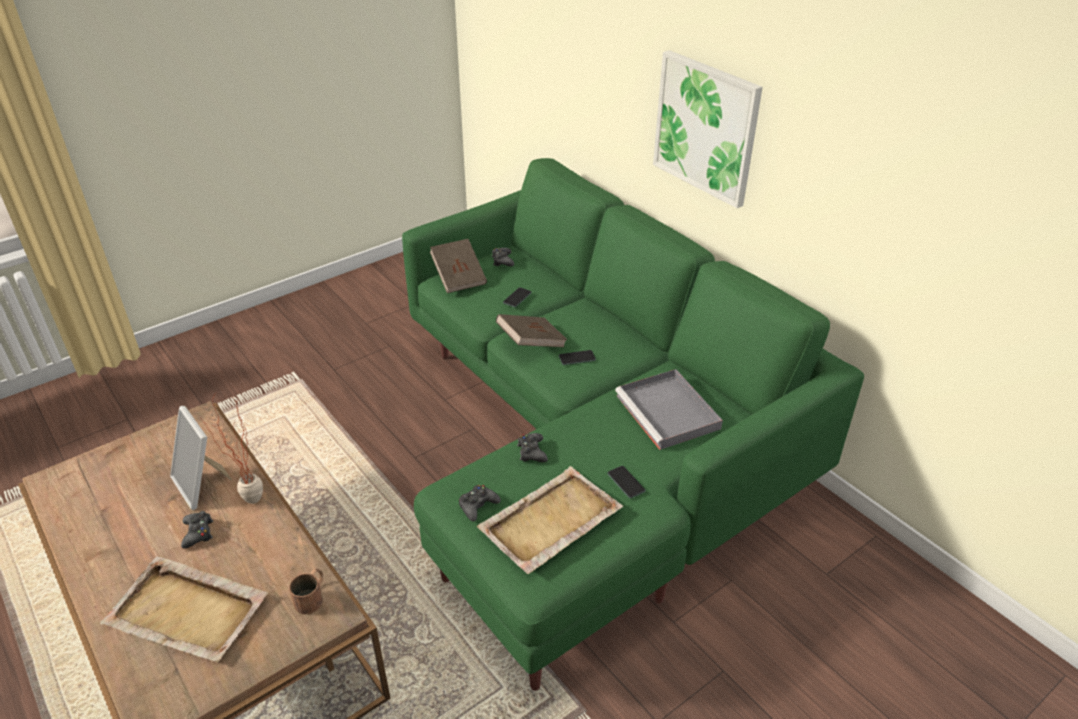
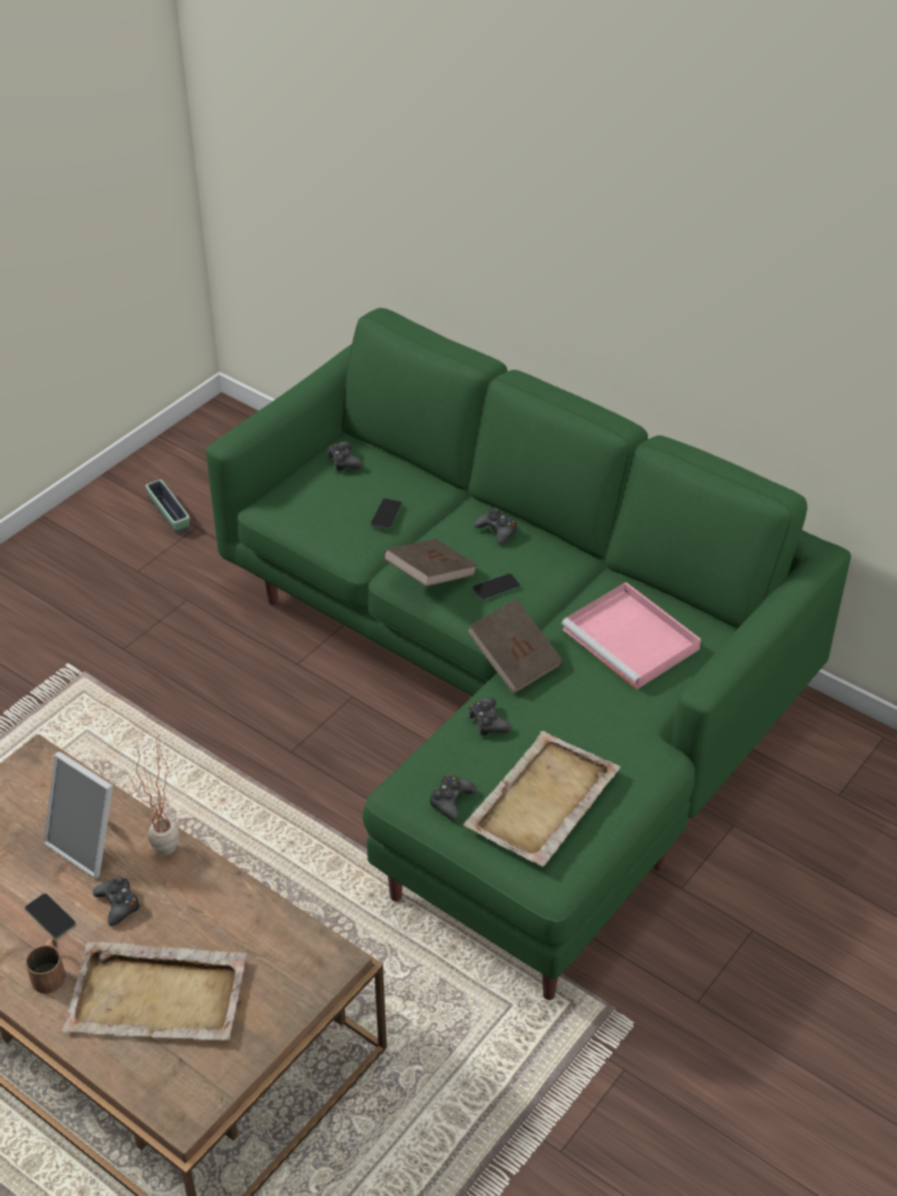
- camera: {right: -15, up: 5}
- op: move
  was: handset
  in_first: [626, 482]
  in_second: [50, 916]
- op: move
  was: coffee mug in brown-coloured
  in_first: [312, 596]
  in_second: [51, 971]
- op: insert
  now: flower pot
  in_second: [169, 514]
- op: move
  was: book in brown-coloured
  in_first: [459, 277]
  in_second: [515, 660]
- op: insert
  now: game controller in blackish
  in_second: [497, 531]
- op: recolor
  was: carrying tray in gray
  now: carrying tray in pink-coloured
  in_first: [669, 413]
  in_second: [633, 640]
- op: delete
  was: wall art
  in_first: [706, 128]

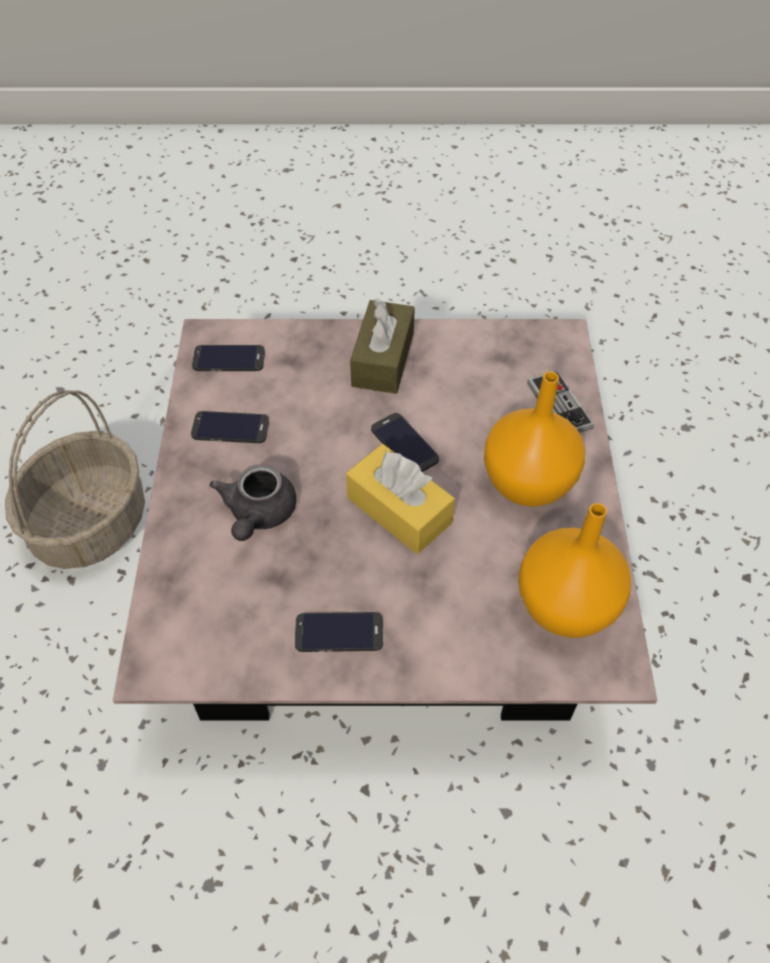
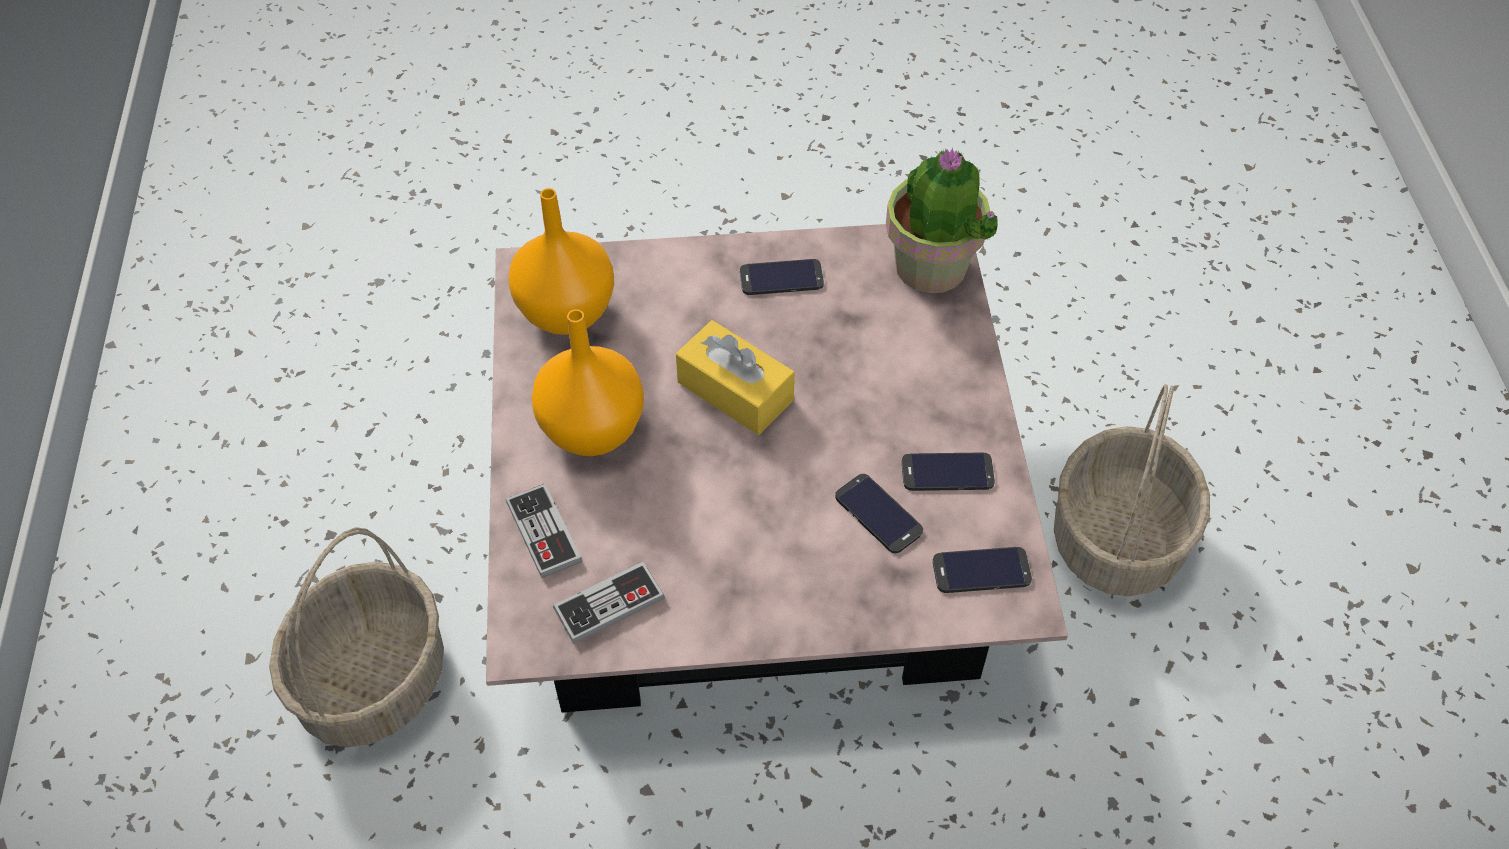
- camera: {right: 175, up: 0}
- op: insert
  now: household basket
  in_second: [373, 682]
- op: insert
  now: game controller
  in_second: [609, 604]
- op: move
  was: handset
  in_first: [404, 444]
  in_second: [878, 514]
- op: insert
  now: potted plant
  in_second: [931, 268]
- op: delete
  was: pot for tea in gray
  in_first: [258, 514]
- op: delete
  was: box of tissues in brown-coloured
  in_first: [383, 359]

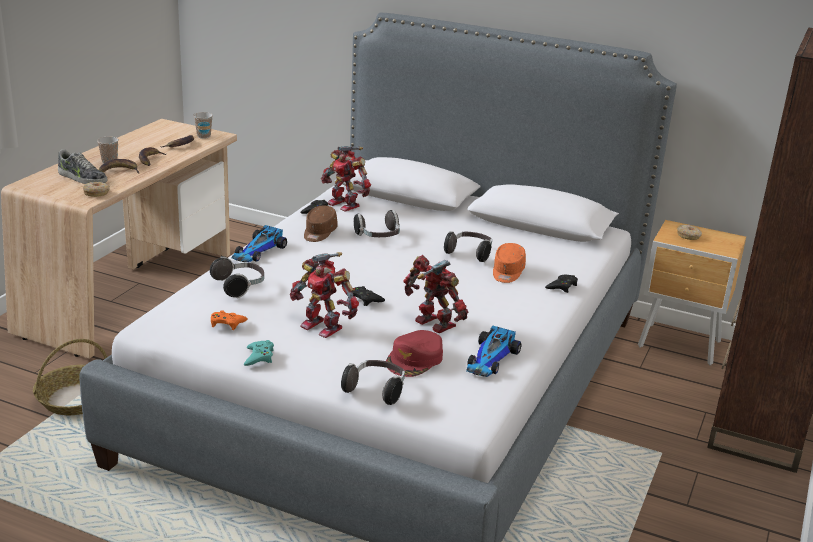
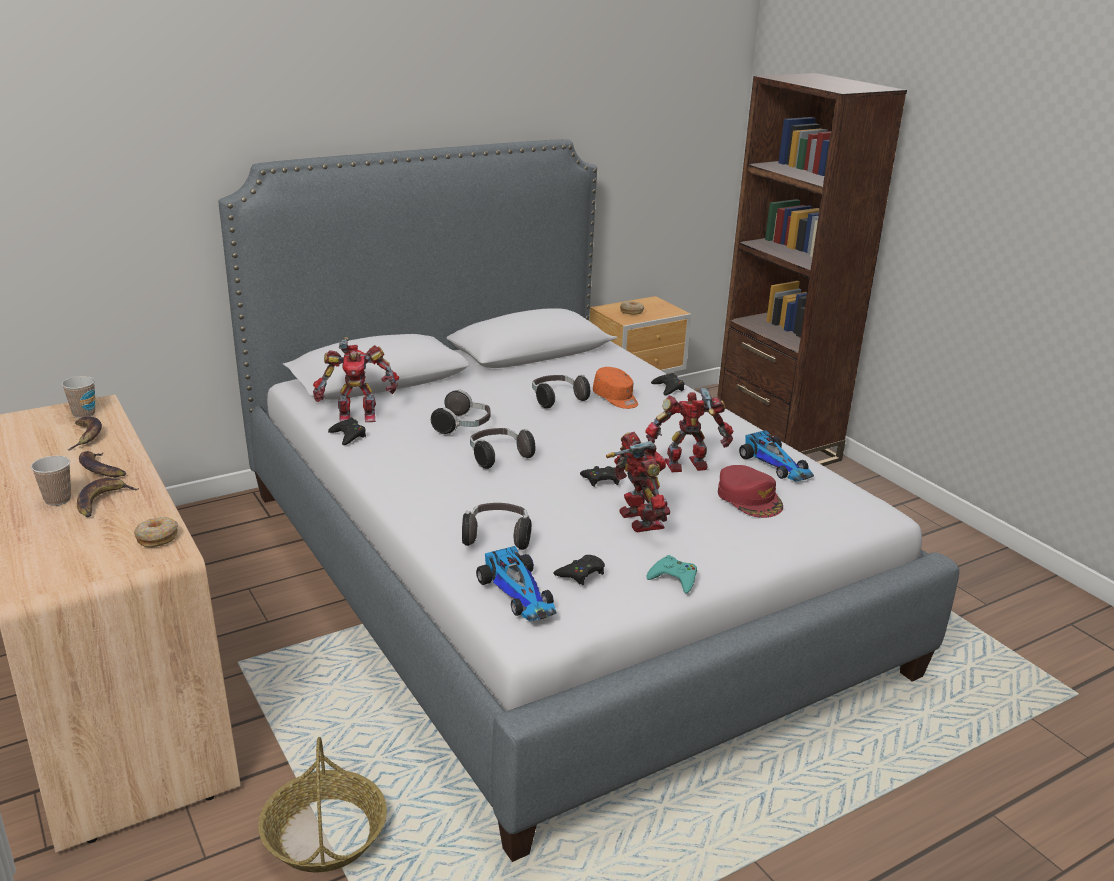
- camera: {right: -55, up: 0}
- op: move
  was: headset
  in_first: [376, 390]
  in_second: [498, 457]
- op: move
  was: miniature car
  in_first: [258, 251]
  in_second: [519, 593]
- op: recolor
  was: game controller in orangey
  now: game controller in blackish
  in_first: [227, 323]
  in_second: [581, 573]
- op: rotate
  was: robot figure
  in_first: [323, 326]
  in_second: [637, 521]
  clockwise: -90
- op: delete
  was: shoe
  in_first: [82, 178]
- op: delete
  was: baseball cap in brown-coloured
  in_first: [319, 233]

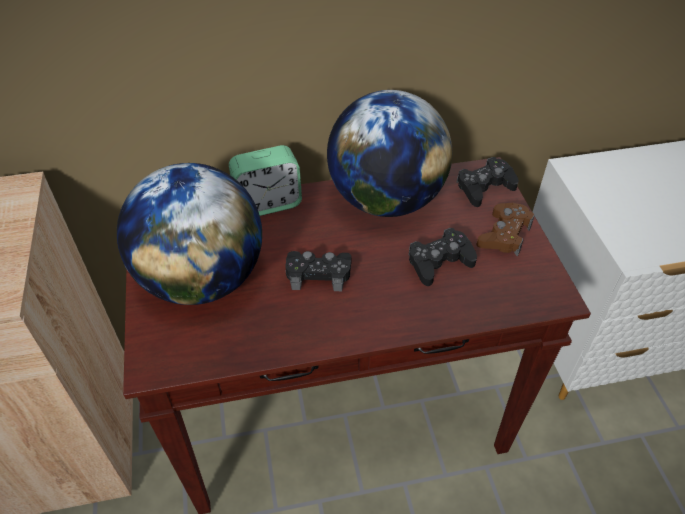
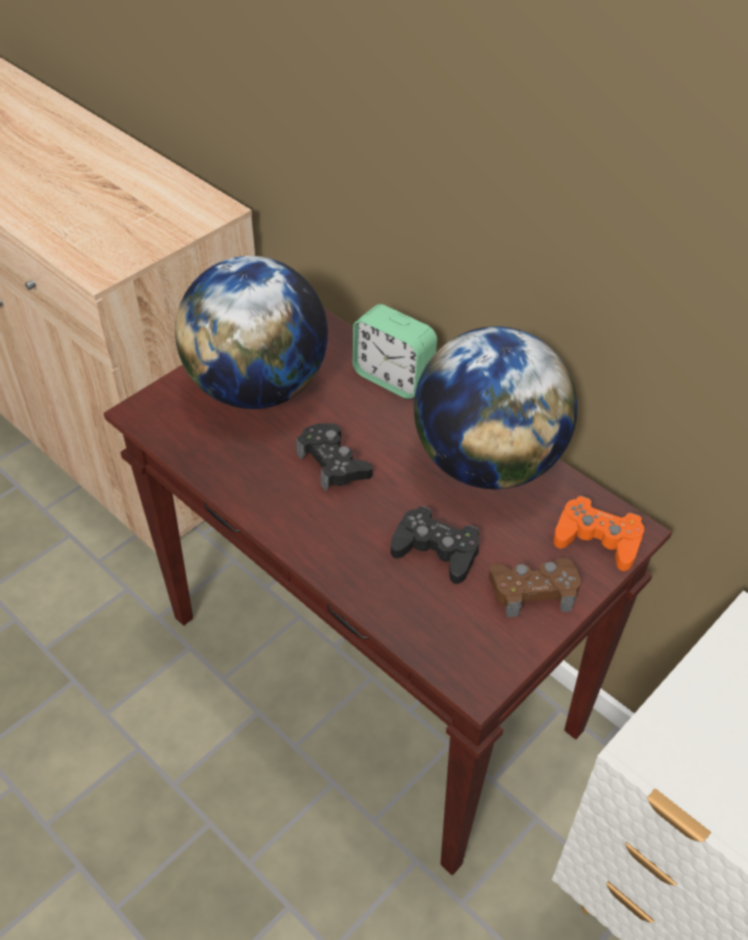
- camera: {right: 55, up: 0}
- op: recolor
  was: game controller in blackish
  now: game controller in orangey
  in_first: [484, 187]
  in_second: [597, 539]

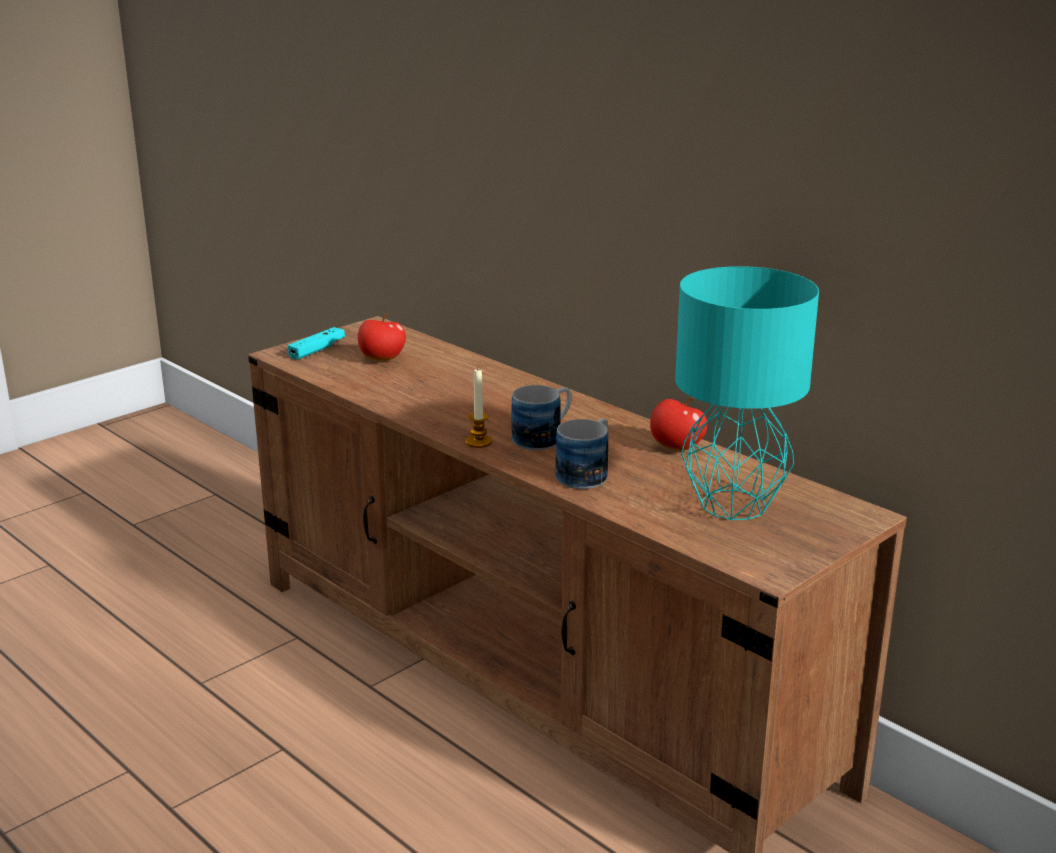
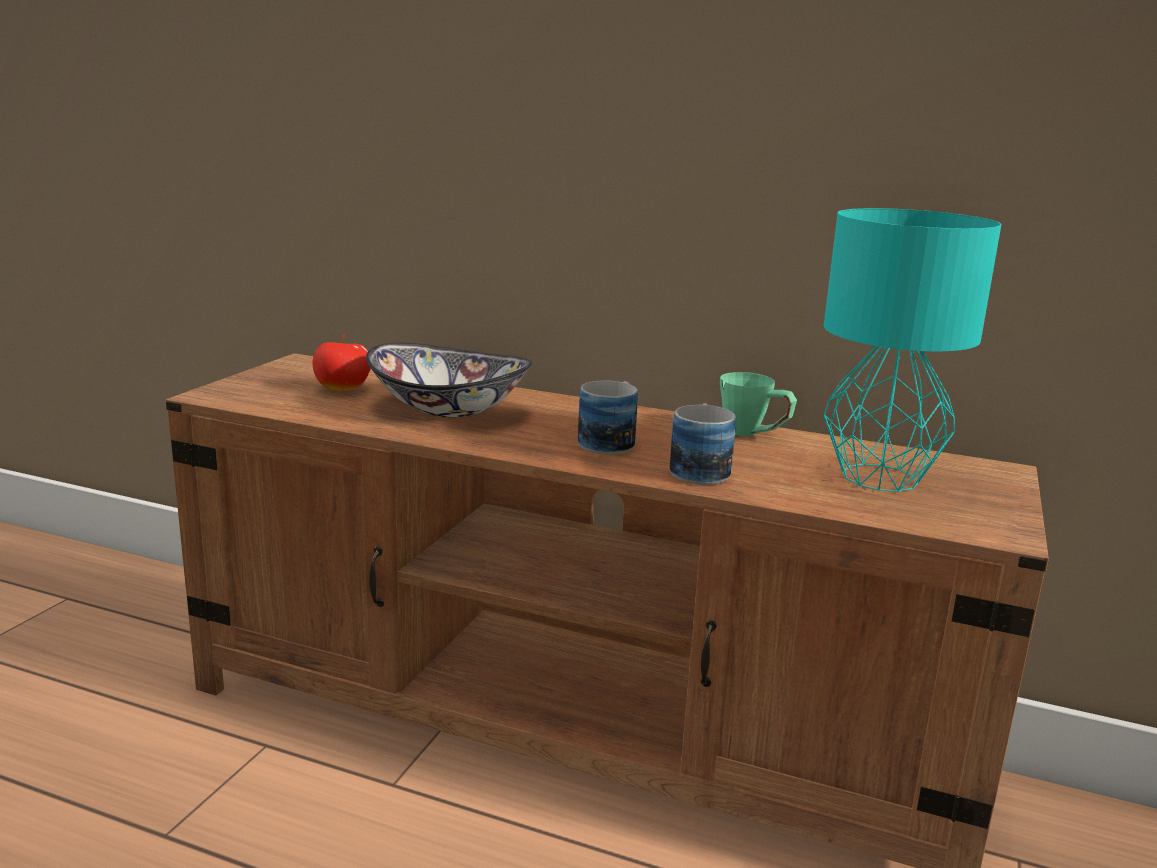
- camera: {right: -25, up: -5}
- op: insert
  now: deep dish
  in_second: [448, 410]
- op: replace
  was: apple
  now: coffee mug in green-coloured
  in_first: [676, 447]
  in_second: [754, 434]
- op: delete
  was: game controller in blue-green
  in_first: [317, 350]
- op: delete
  was: wax candle
  in_first: [479, 442]

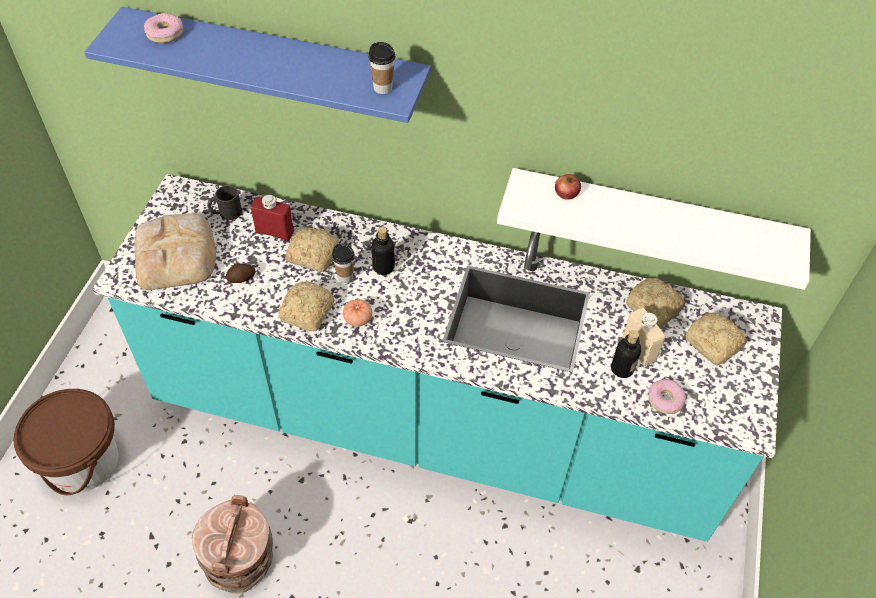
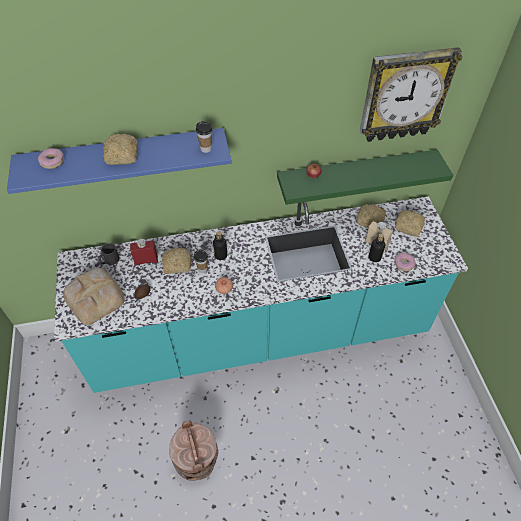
- camera: {right: -25, up: 0}
- op: move
  was: baked bread
  in_first: [306, 313]
  in_second: [121, 156]
- op: recolor
  was: bracket shelf in whitish
  now: bracket shelf in green-coloured
  in_first: [650, 222]
  in_second: [355, 175]
- op: insert
  now: wall clock
  in_second: [404, 95]
- op: delete
  was: bucket in brown-coloured
  in_first: [83, 462]

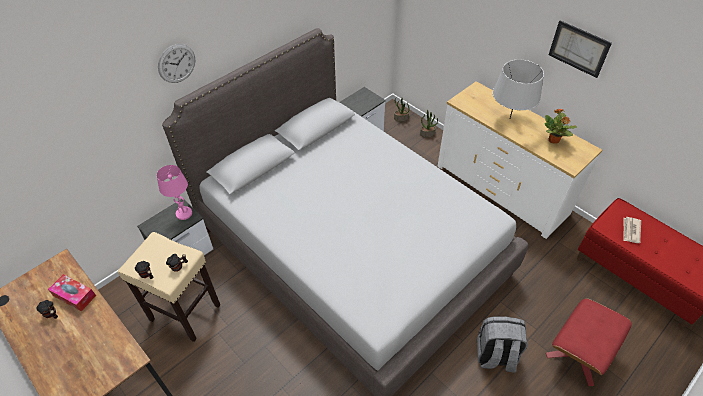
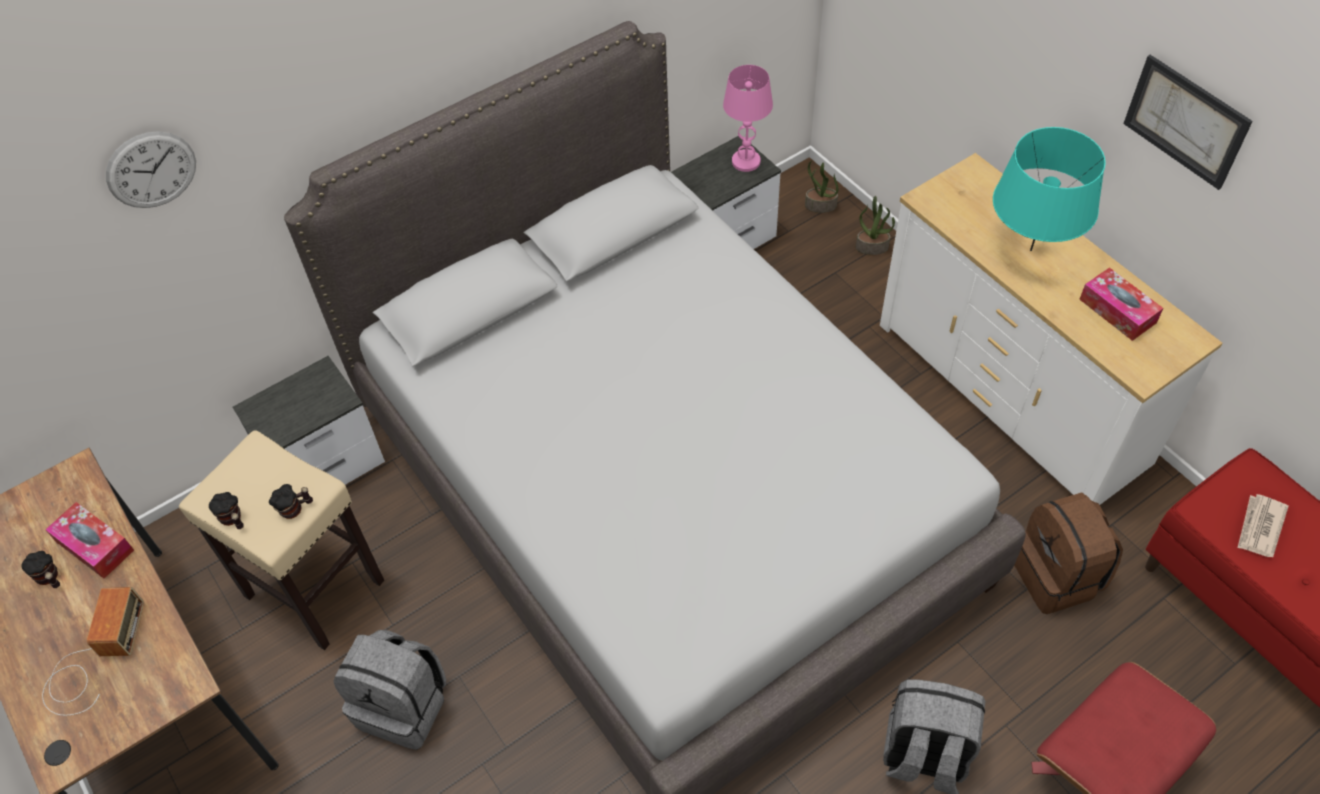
- camera: {right: 10, up: 5}
- op: insert
  now: radio
  in_second: [93, 660]
- op: move
  was: wall clock
  in_first: [176, 63]
  in_second: [151, 170]
- op: insert
  now: rucksack in gray
  in_second: [404, 706]
- op: move
  was: tabletop lamp in pink-coloured
  in_first: [184, 213]
  in_second: [746, 161]
- op: recolor
  was: tabletop lamp in gray
  now: tabletop lamp in blue-green
  in_first: [509, 118]
  in_second: [1031, 250]
- op: insert
  now: rucksack in brown-coloured
  in_second: [1058, 576]
- op: replace
  was: potted plant
  now: box of tissues
  in_first: [553, 140]
  in_second: [1117, 311]

